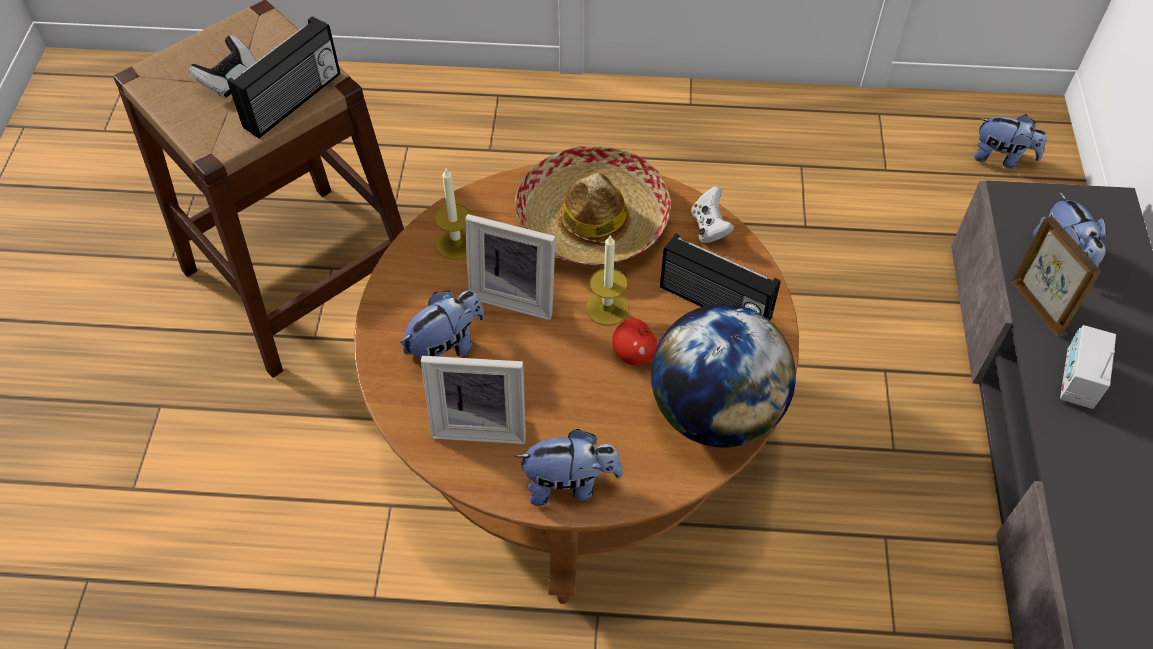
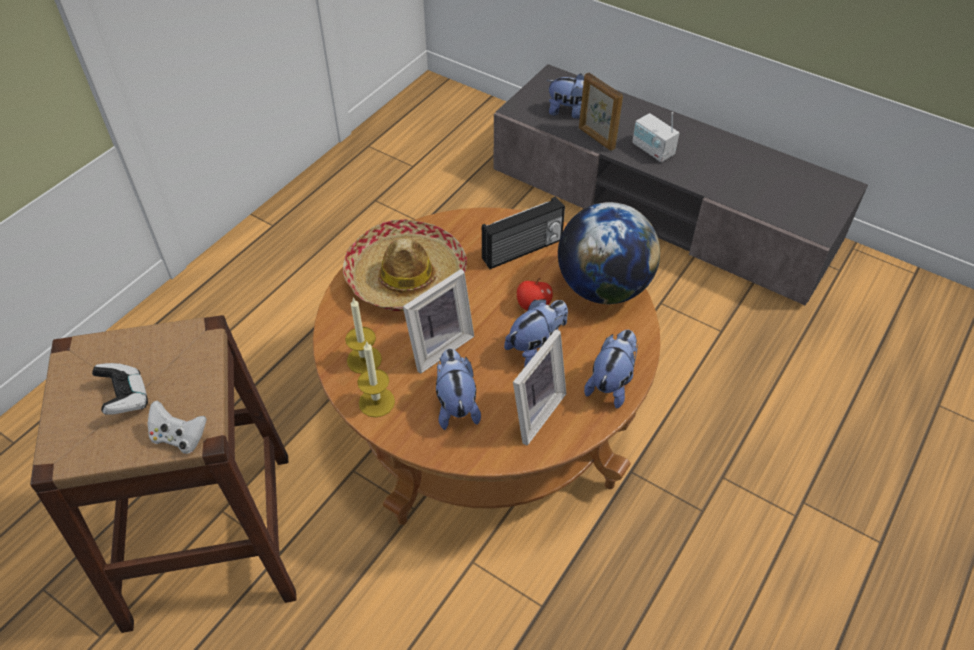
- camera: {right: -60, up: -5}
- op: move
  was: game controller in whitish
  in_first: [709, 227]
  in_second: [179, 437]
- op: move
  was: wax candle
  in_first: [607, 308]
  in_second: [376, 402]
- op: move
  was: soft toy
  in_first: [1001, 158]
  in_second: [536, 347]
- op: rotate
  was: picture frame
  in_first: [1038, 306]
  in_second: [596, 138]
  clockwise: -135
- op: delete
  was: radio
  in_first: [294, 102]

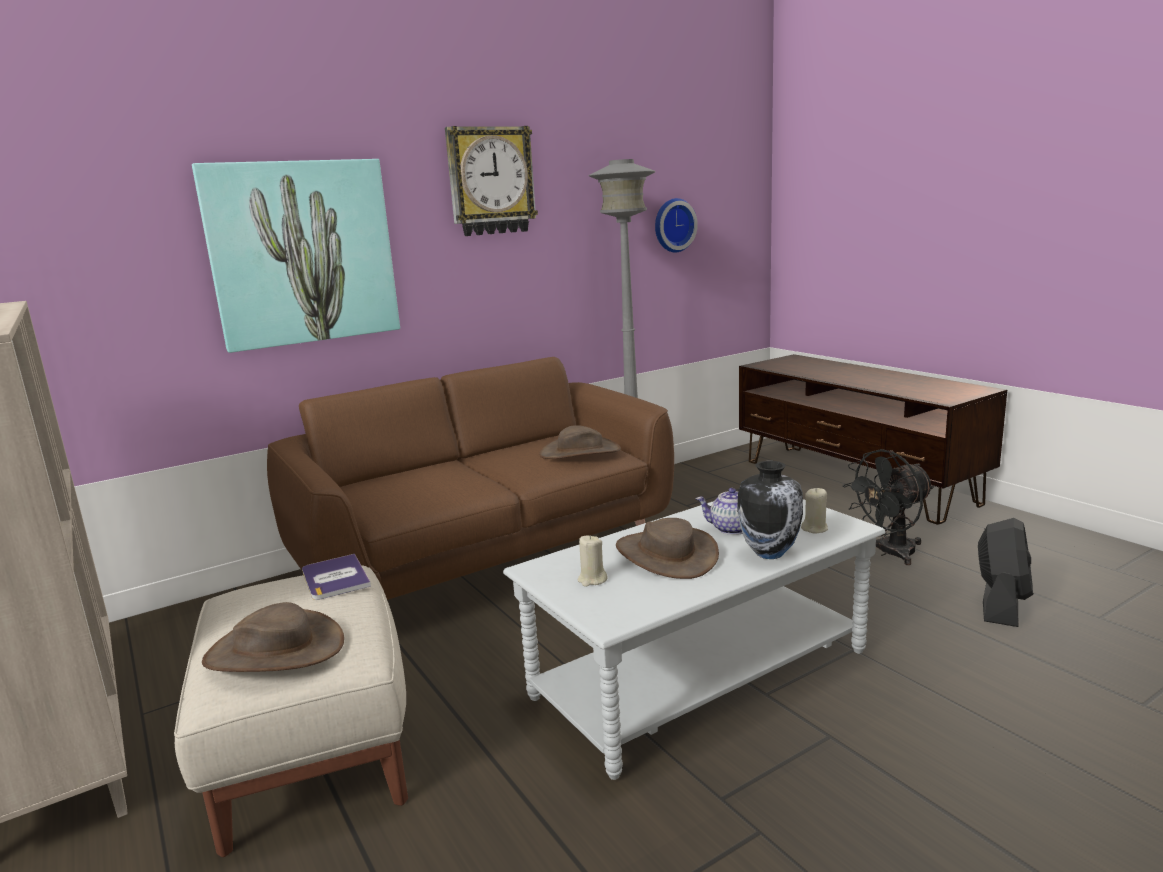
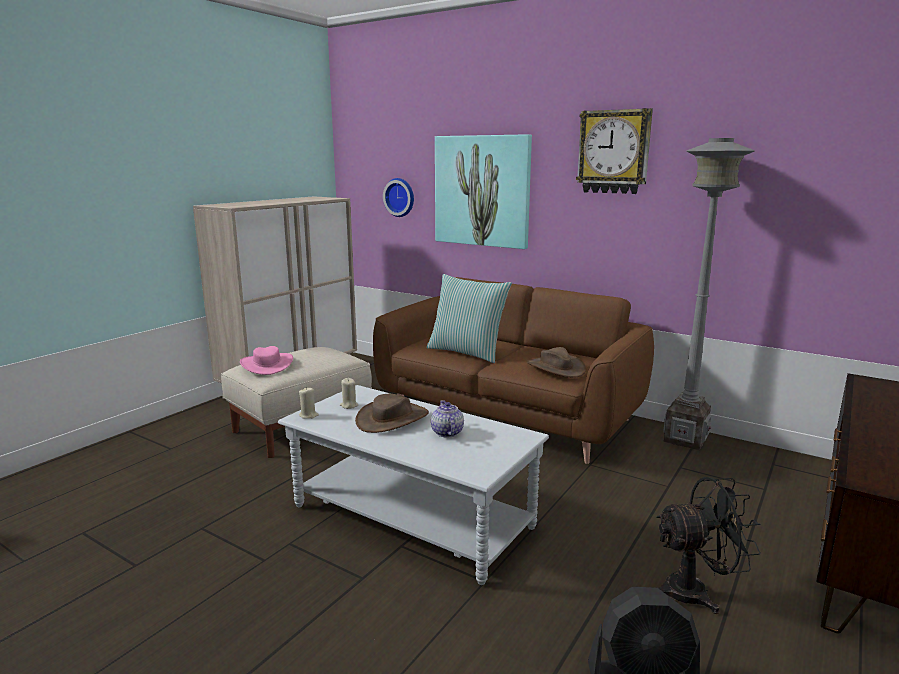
- camera: {right: 65, up: 0}
- op: recolor
  was: hat in brown-coloured
  now: hat in pink-coloured
  in_first: [275, 650]
  in_second: [267, 365]
- op: move
  was: wax candle in sand-coloured
  in_first: [815, 528]
  in_second: [308, 415]
- op: move
  was: wall clock
  in_first: [673, 225]
  in_second: [400, 197]
- op: insert
  now: pillow
  in_second: [467, 352]
- op: rotate
  was: electric fan in blackish
  in_first: [889, 553]
  in_second: [695, 592]
  clockwise: 135
- op: delete
  was: book
  in_first: [335, 578]
- op: delete
  was: vase
  in_first: [770, 553]

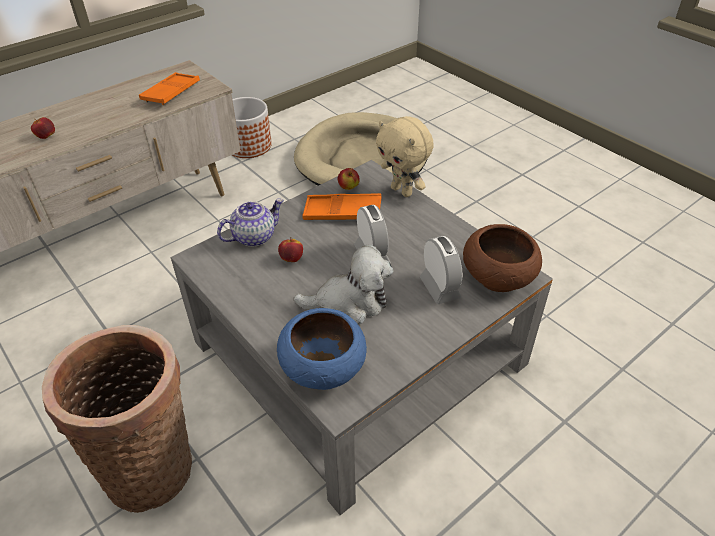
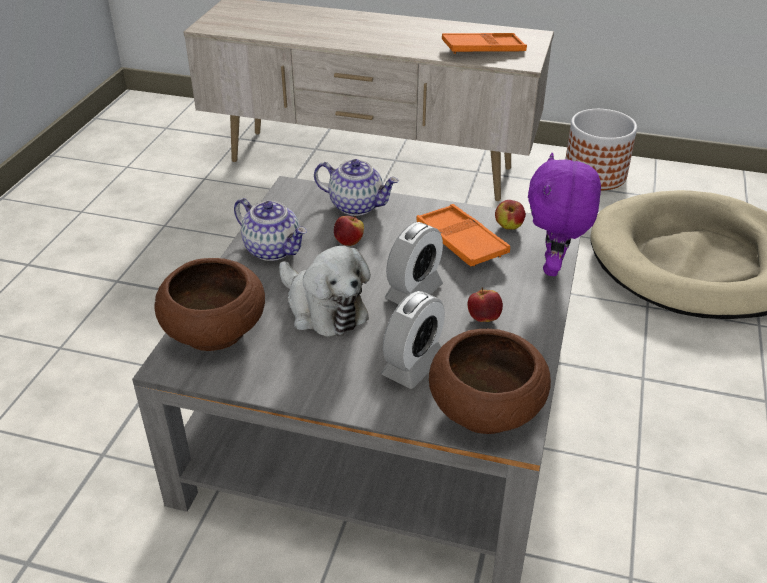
- camera: {right: 55, up: -5}
- op: recolor
  was: deep dish in bluish
  now: deep dish in brown-coloured
  in_first: [324, 367]
  in_second: [216, 331]
- op: insert
  now: pot for tea
  in_second: [273, 249]
- op: move
  was: apple
  in_first: [46, 137]
  in_second: [483, 318]
- op: recolor
  was: soft toy in sand-coloured
  now: soft toy in purplish
  in_first: [402, 191]
  in_second: [554, 267]
- op: delete
  was: household basket
  in_first: [151, 464]

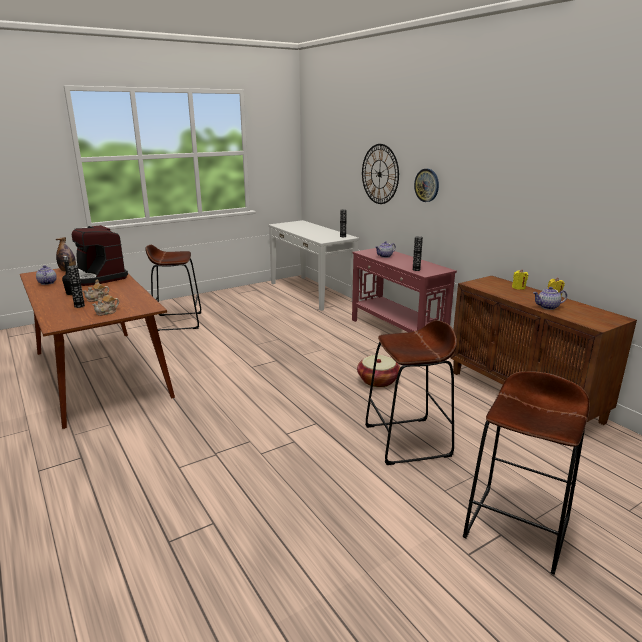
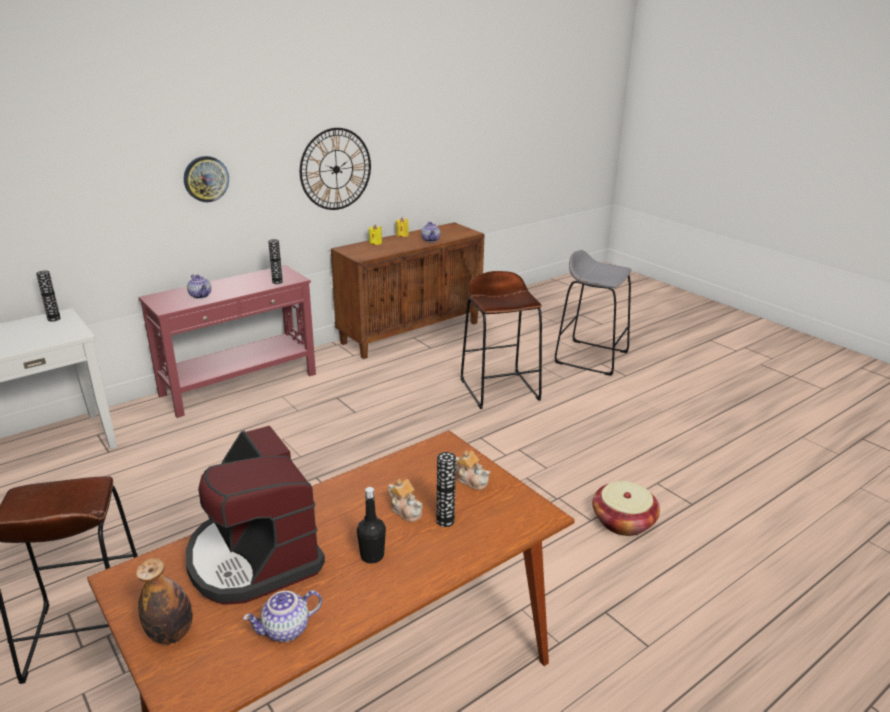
- camera: {right: -95, up: 5}
- op: rotate
  was: coffee machine
  in_first: [97, 277]
  in_second: [254, 557]
  clockwise: 105
- op: move
  was: wall clock
  in_first: [379, 174]
  in_second: [336, 169]
- op: recolor
  was: stool seat in brown-coloured
  now: stool seat in gray
  in_first: [517, 527]
  in_second: [591, 357]
- op: move
  was: household basket
  in_first: [378, 380]
  in_second: [623, 522]

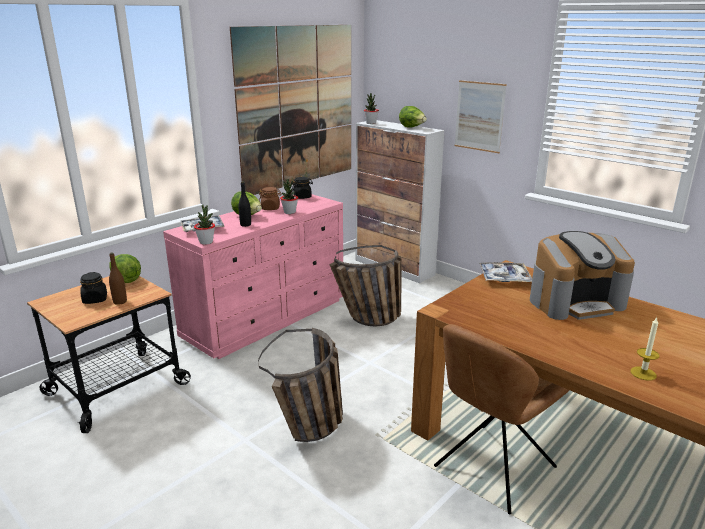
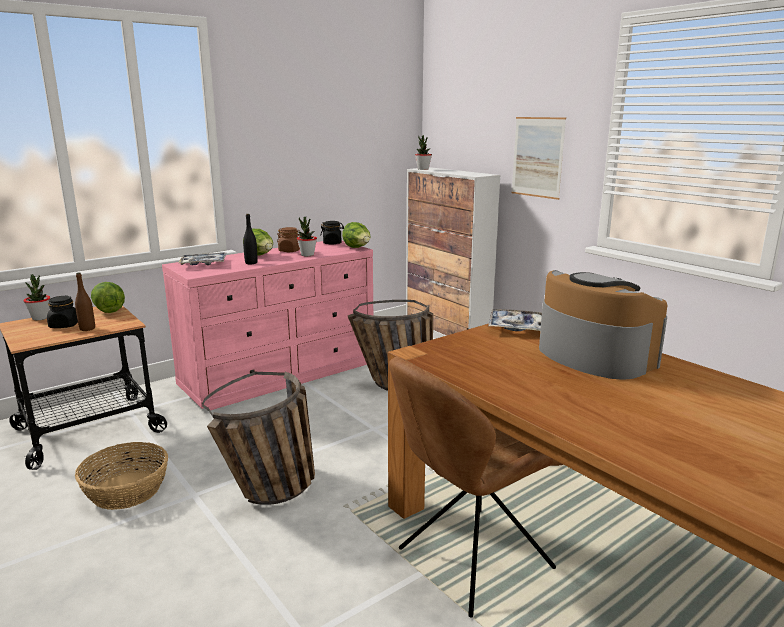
- camera: {right: 10, up: -5}
- op: move
  was: potted plant
  in_first: [206, 242]
  in_second: [40, 318]
- op: insert
  now: household basket
  in_second: [126, 490]
- op: move
  was: lettuce head
  in_first: [412, 127]
  in_second: [357, 248]
- op: rotate
  was: coffee machine
  in_first: [575, 302]
  in_second: [593, 356]
  clockwise: -120
- op: delete
  was: wall art
  in_first: [297, 107]
- op: delete
  was: wax candle
  in_first: [643, 373]

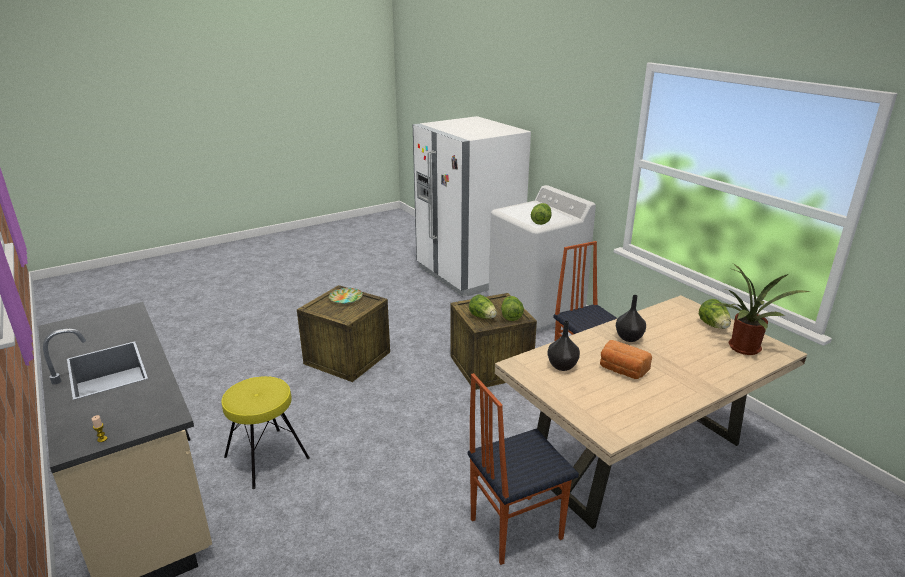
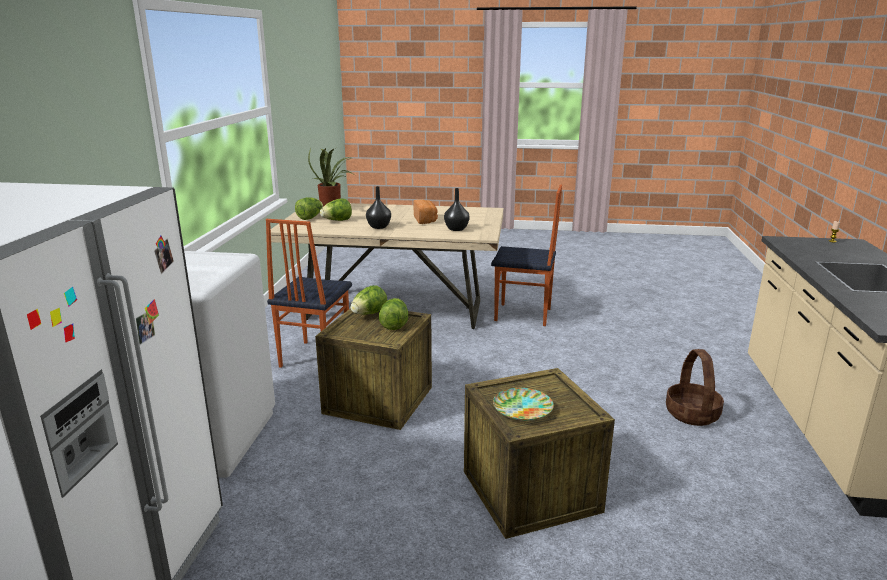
- camera: {right: -140, up: -5}
- op: move
  was: lettuce head
  in_first: [541, 221]
  in_second: [337, 220]
- op: replace
  was: stool seat in yellow-coloured
  now: household basket
  in_first: [266, 457]
  in_second: [692, 414]

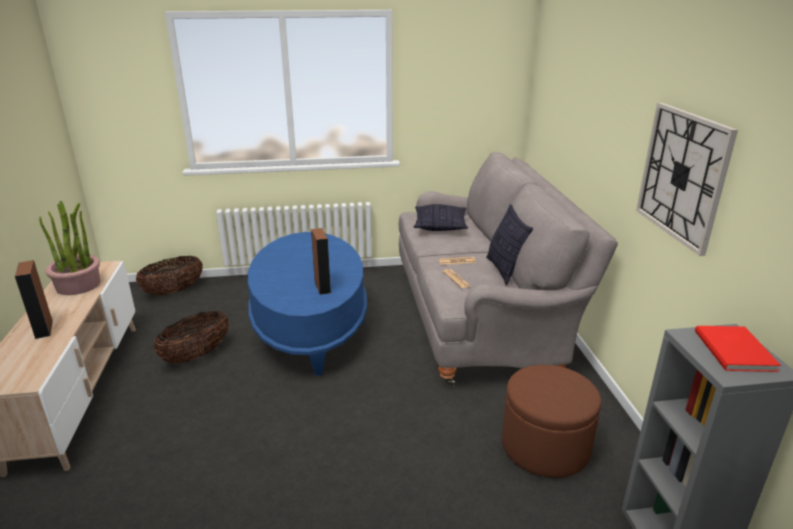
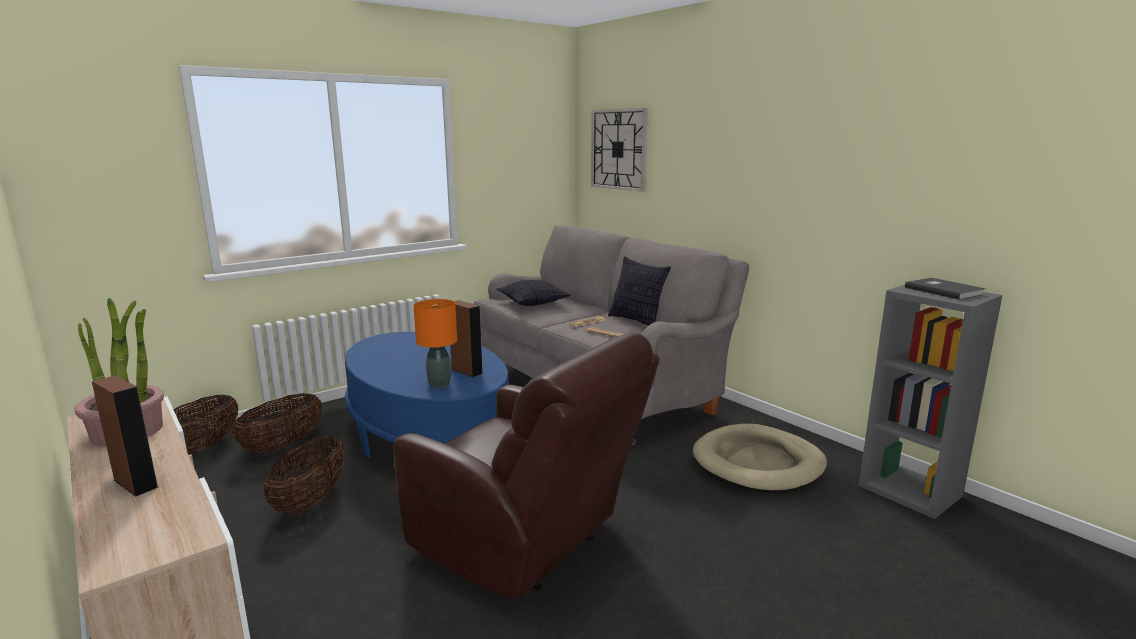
- camera: {right: -30, up: -10}
- op: insert
  now: household basket
  in_second: [283, 445]
- op: insert
  now: lounge chair in brown-coloured
  in_second: [526, 544]
- op: insert
  now: tabletop lamp in orangey
  in_second: [439, 384]
- op: move
  was: wall clock
  in_first: [682, 175]
  in_second: [618, 149]
- op: replace
  was: ottoman in brown-coloured
  now: dog cushion in sand-coloured
  in_first: [545, 446]
  in_second: [758, 464]
- op: recolor
  was: book in reddish
  now: book in gray
  in_first: [735, 350]
  in_second: [943, 290]

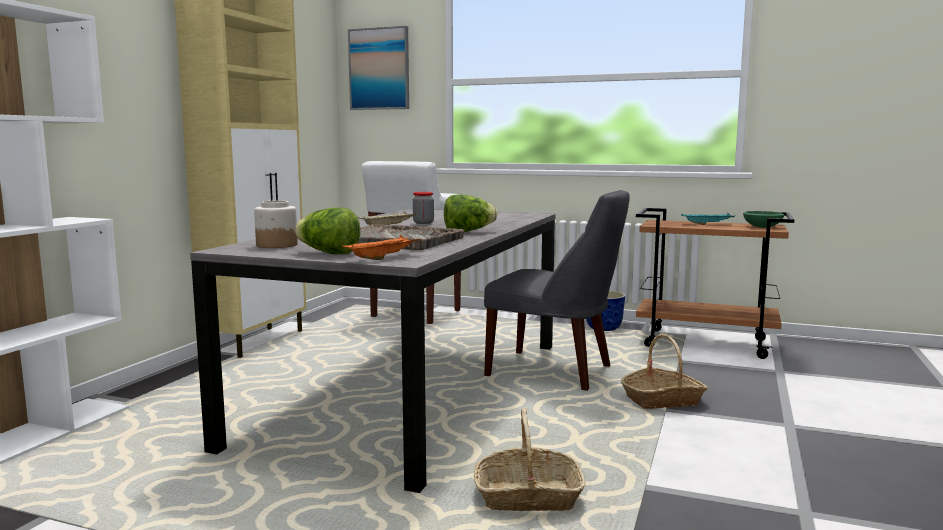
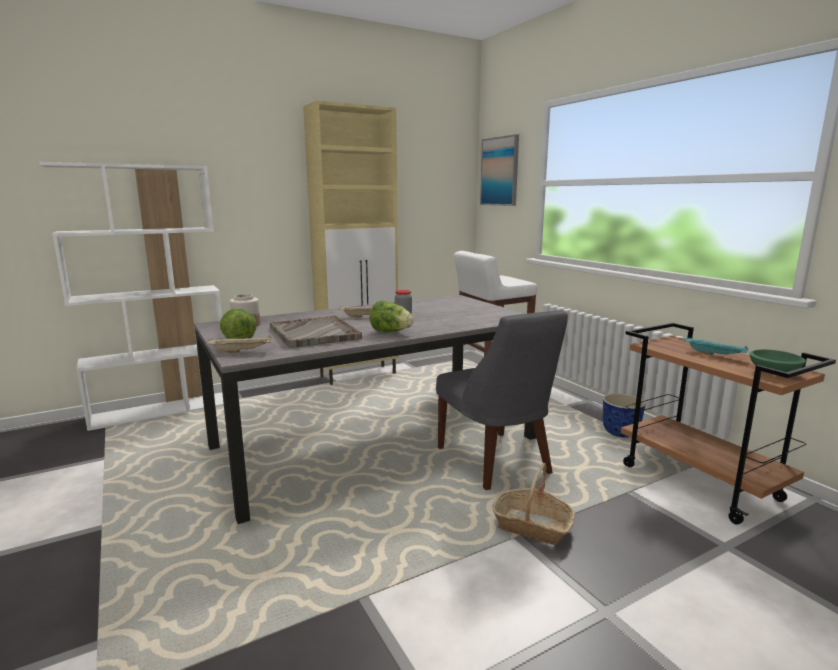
- camera: {right: 40, up: 5}
- op: recolor
  was: carrying tray in orangey
  now: carrying tray in sand-coloured
  in_first: [382, 258]
  in_second: [242, 351]
- op: delete
  was: household basket
  in_first: [527, 497]

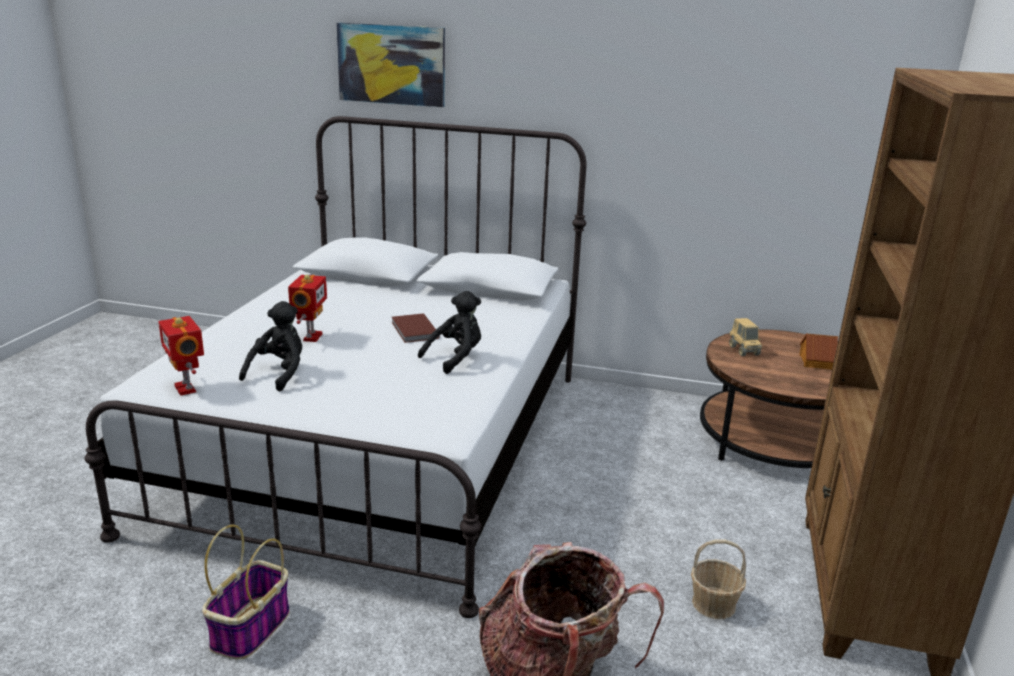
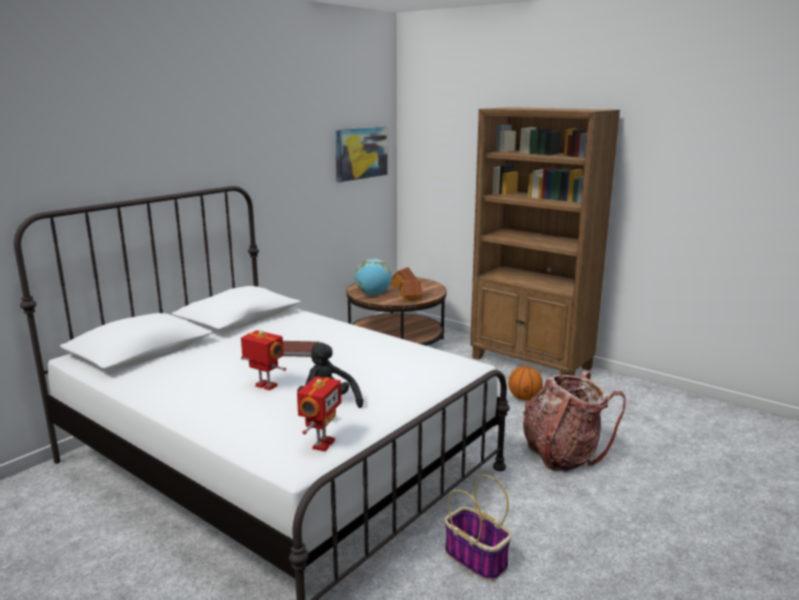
- camera: {right: -65, up: -5}
- op: rotate
  was: robot figure
  in_first: [187, 388]
  in_second: [322, 444]
  clockwise: -60
- op: move
  was: wall art
  in_first: [391, 64]
  in_second: [361, 153]
- op: replace
  was: toy lorry
  now: desk globe
  in_first: [743, 350]
  in_second: [373, 294]
- op: insert
  now: miniature house
  in_second: [410, 297]
- op: replace
  was: household basket
  now: basketball ball
  in_first: [714, 604]
  in_second: [524, 398]
- op: delete
  was: soft toy in blackish
  in_first: [455, 358]

